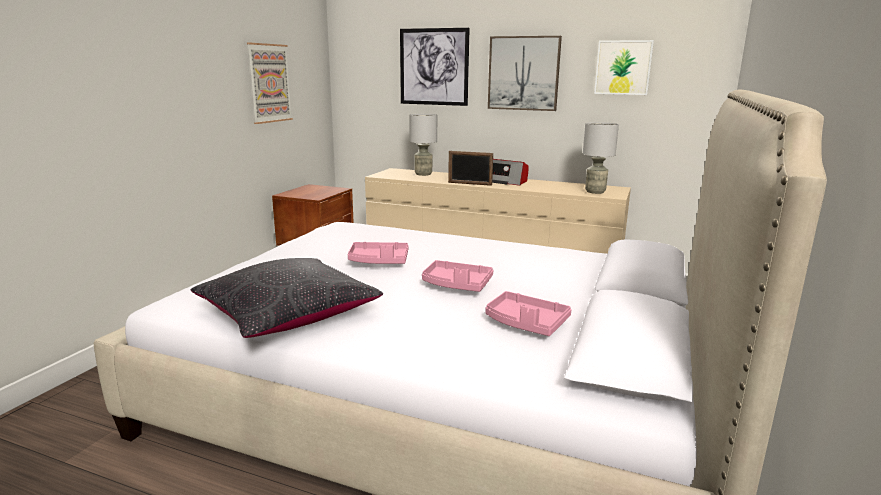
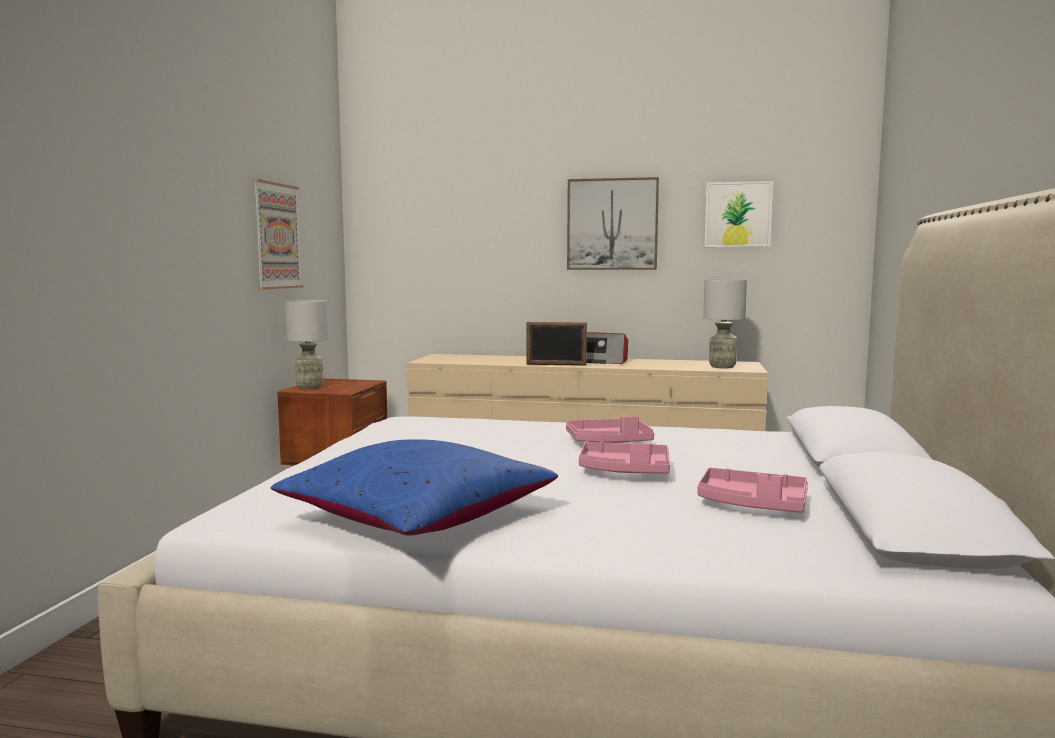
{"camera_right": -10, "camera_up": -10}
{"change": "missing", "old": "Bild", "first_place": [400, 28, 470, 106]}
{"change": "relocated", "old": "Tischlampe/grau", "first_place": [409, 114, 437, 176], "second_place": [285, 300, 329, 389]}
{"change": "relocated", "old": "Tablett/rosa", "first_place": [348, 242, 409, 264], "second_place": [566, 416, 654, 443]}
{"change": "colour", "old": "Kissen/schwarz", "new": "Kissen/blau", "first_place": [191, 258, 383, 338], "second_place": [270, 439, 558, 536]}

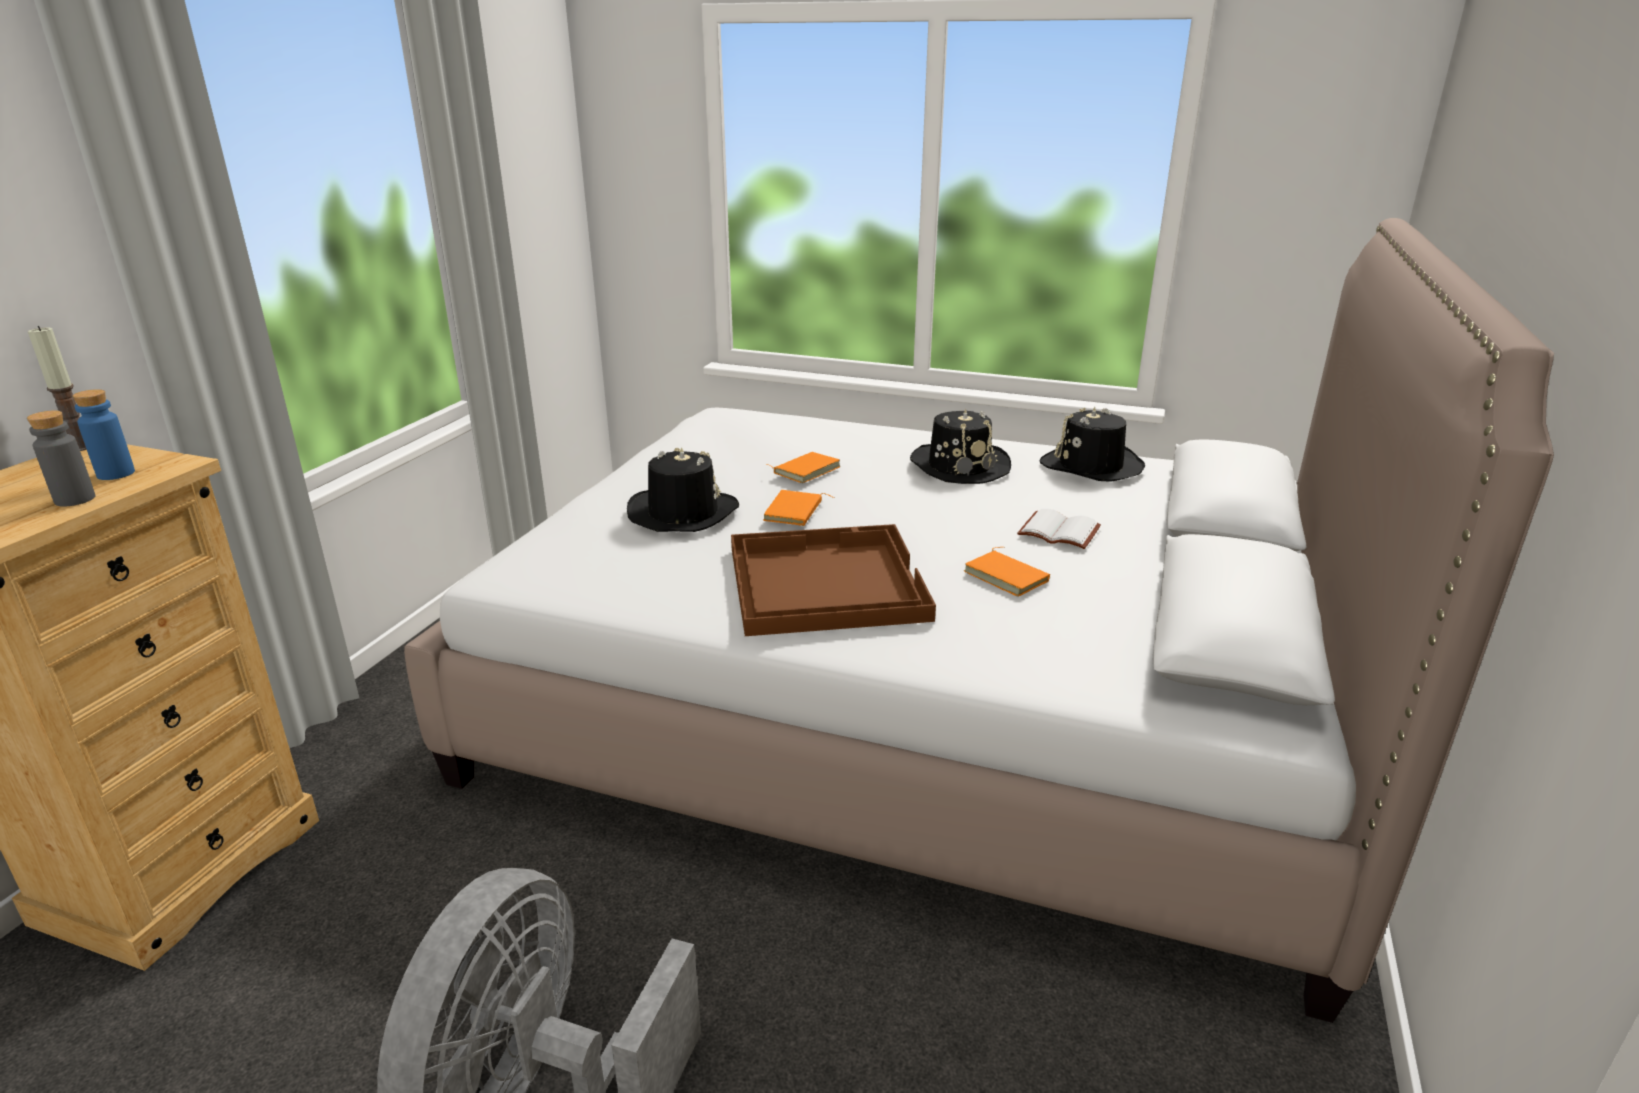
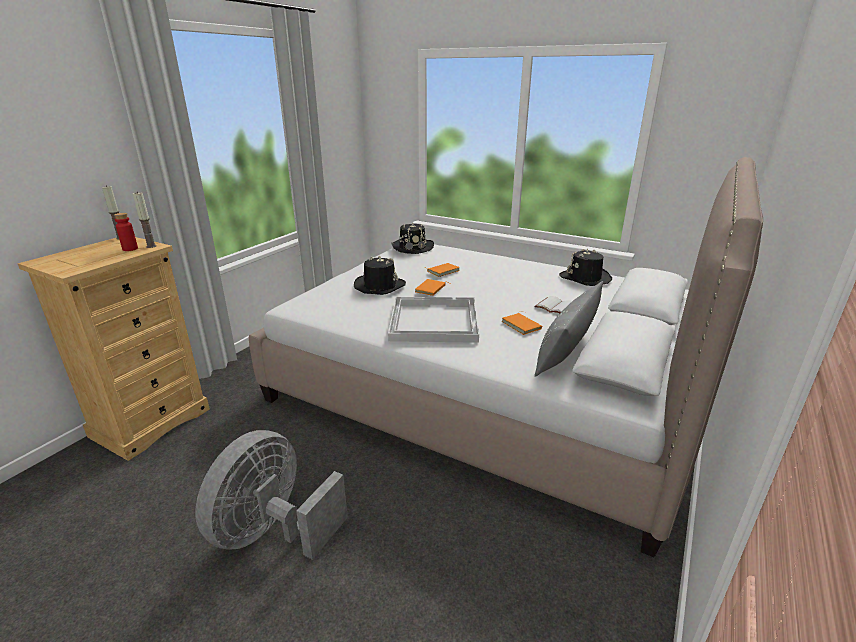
{"camera_right": 10, "camera_up": 0}
{"change": "colour", "old": "Flasche/blau", "new": "Flasche/rot", "first_place": [72, 389, 135, 480], "second_place": [114, 213, 138, 251]}
{"change": "relocated", "old": "Hut/schwarz", "first_place": [910, 409, 1011, 484], "second_place": [391, 222, 434, 254]}
{"change": "missing", "old": "Flasche/grau", "first_place": [27, 410, 96, 507]}
{"change": "colour", "old": "Tablett/braun", "new": "Tablett/weiß", "first_place": [731, 524, 936, 636], "second_place": [388, 297, 479, 343]}
{"change": "appeared", "new": "Kerze", "second_place": [133, 191, 156, 248]}
{"change": "appeared", "new": "Kissen/grau", "second_place": [535, 281, 603, 377]}

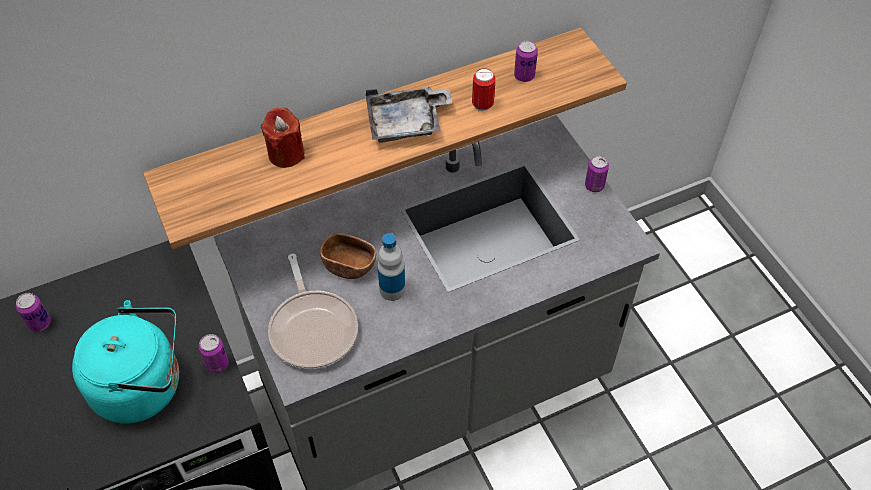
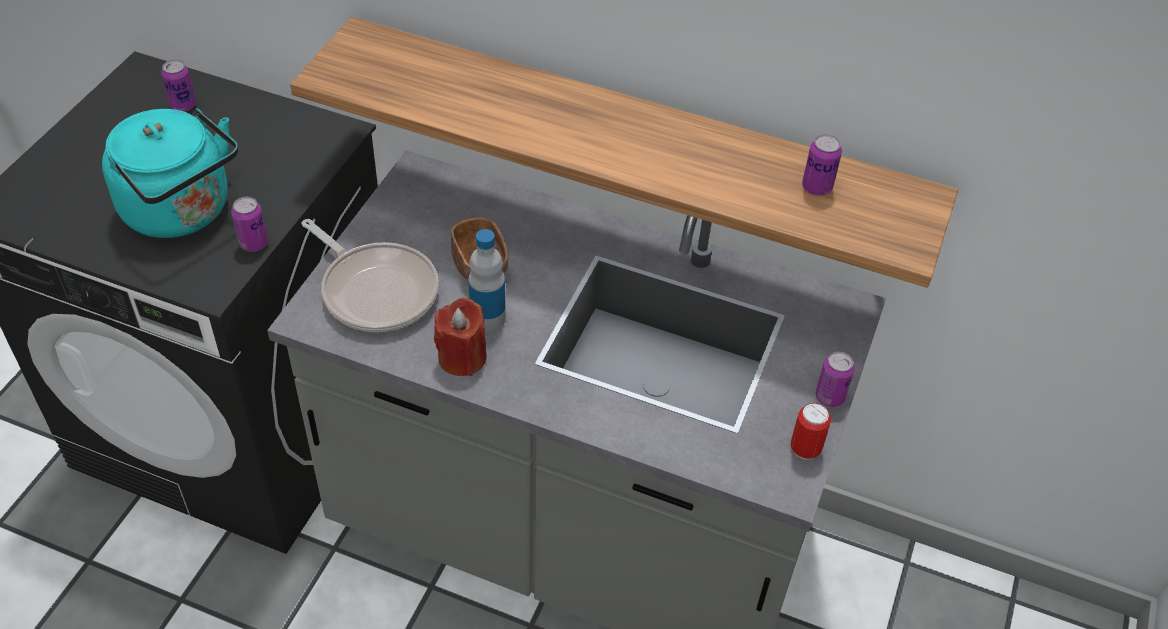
{"camera_right": 45, "camera_up": -5}
{"change": "relocated", "old": "Dose", "first_place": [472, 68, 495, 111], "second_place": [791, 403, 831, 460]}
{"change": "missing", "old": "Tablett/grau", "first_place": [366, 87, 452, 143]}
{"change": "relocated", "old": "Kerze/rot", "first_place": [261, 107, 305, 168], "second_place": [434, 298, 487, 376]}
{"change": "spun", "old": "Pfanne", "first_place": [268, 254, 358, 369], "second_place": [301, 219, 439, 332], "degrees": -75}

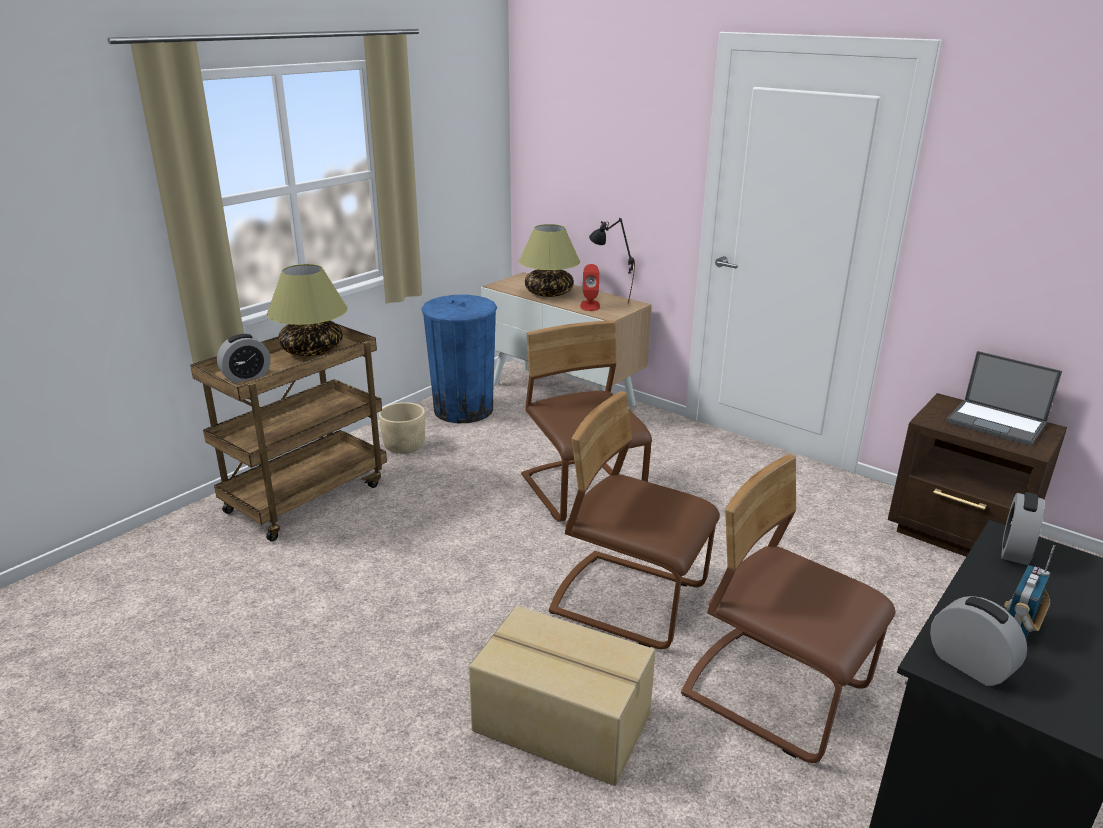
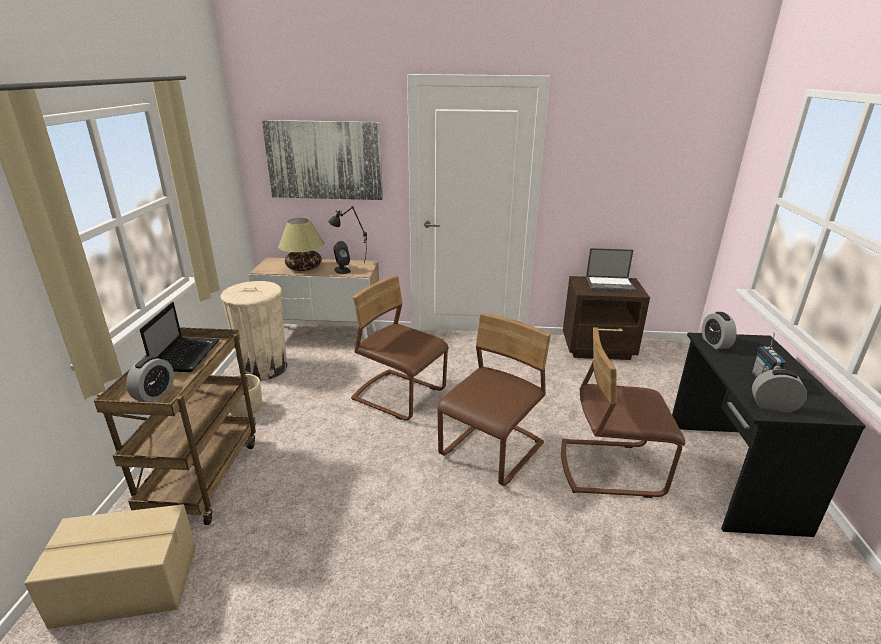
{"camera_right": -35, "camera_up": 0}
{"change": "exchanged", "old": "Tischlampe", "new": "Laptop", "first_place": [267, 264, 348, 356], "second_place": [140, 302, 220, 372]}
{"change": "colour", "old": "Lautsprecher/rot", "new": "Lautsprecher/schwarz", "first_place": [580, 264, 600, 311], "second_place": [333, 241, 351, 274]}
{"change": "colour", "old": "Mülleimer/blau", "new": "Mülleimer/beige", "first_place": [421, 295, 497, 423], "second_place": [220, 281, 287, 381]}
{"change": "spun", "old": "Stuhl/braun", "first_place": [549, 391, 720, 649], "second_place": [437, 313, 551, 486], "degrees": 135}
{"change": "relocated", "old": "Karton", "first_place": [469, 606, 655, 786], "second_place": [24, 504, 196, 629]}
{"change": "appeared", "new": "Bild", "second_place": [262, 120, 383, 200]}

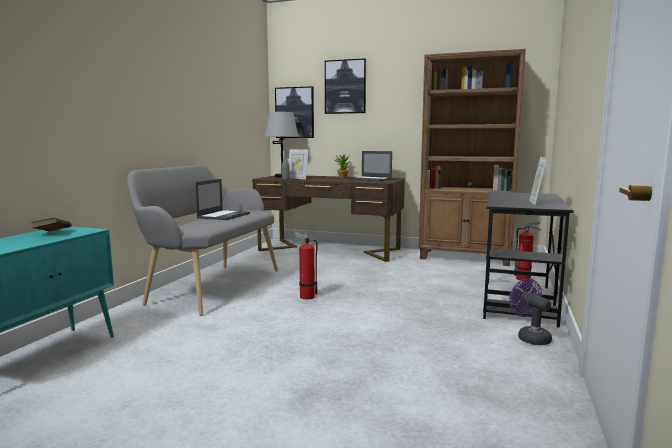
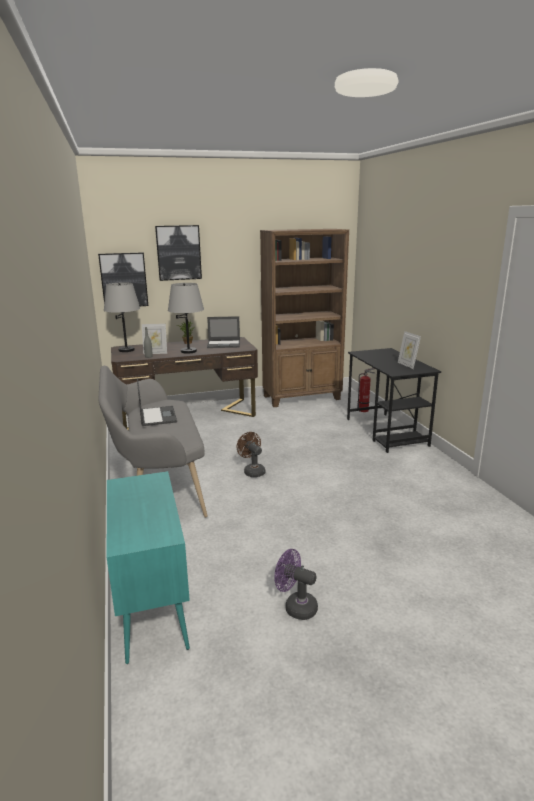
{"camera_right": -35, "camera_up": 10}
{"change": "missing", "old": "Buch/braun", "first_place": [31, 218, 72, 231]}
{"change": "exchanged", "old": "Feuerlöscher", "new": "Ventilator/braun", "first_place": [292, 231, 318, 299], "second_place": [236, 432, 265, 477]}
{"change": "relocated", "old": "Ventilator/lila", "first_place": [509, 278, 552, 345], "second_place": [274, 549, 318, 620]}
{"change": "appeared", "new": "Tischlampe/grau", "second_place": [168, 283, 204, 354]}

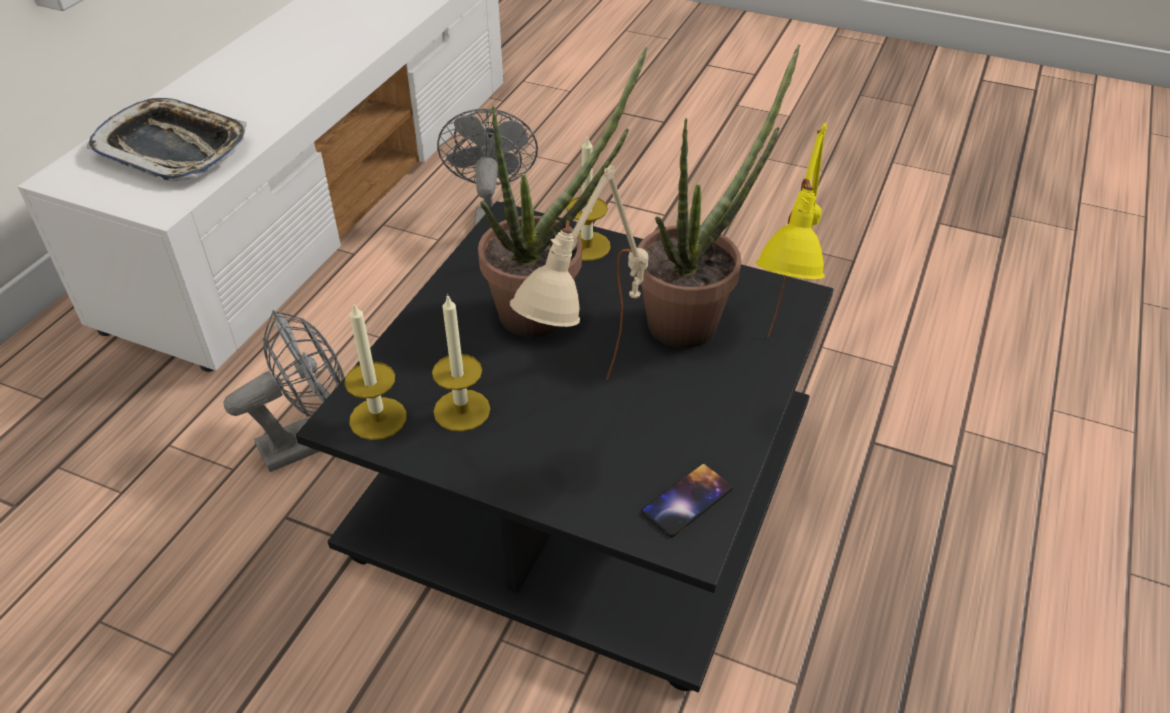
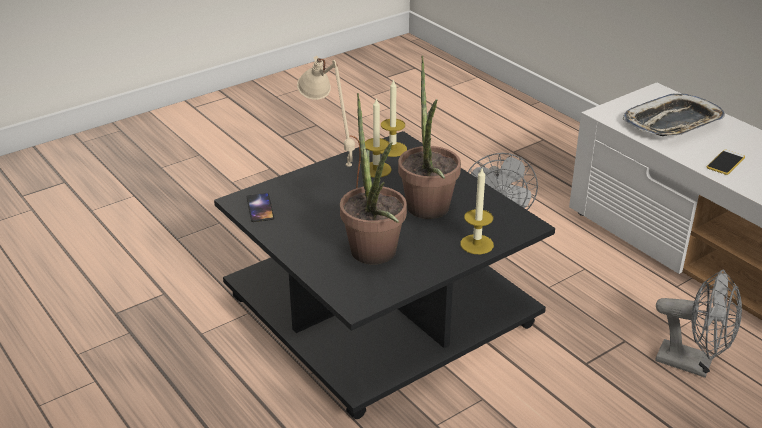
{"camera_right": 120, "camera_up": -10}
{"change": "missing", "old": "Tischlampe/gelb", "first_place": [756, 123, 827, 338]}
{"change": "appeared", "new": "Handy", "second_place": [707, 149, 745, 175]}

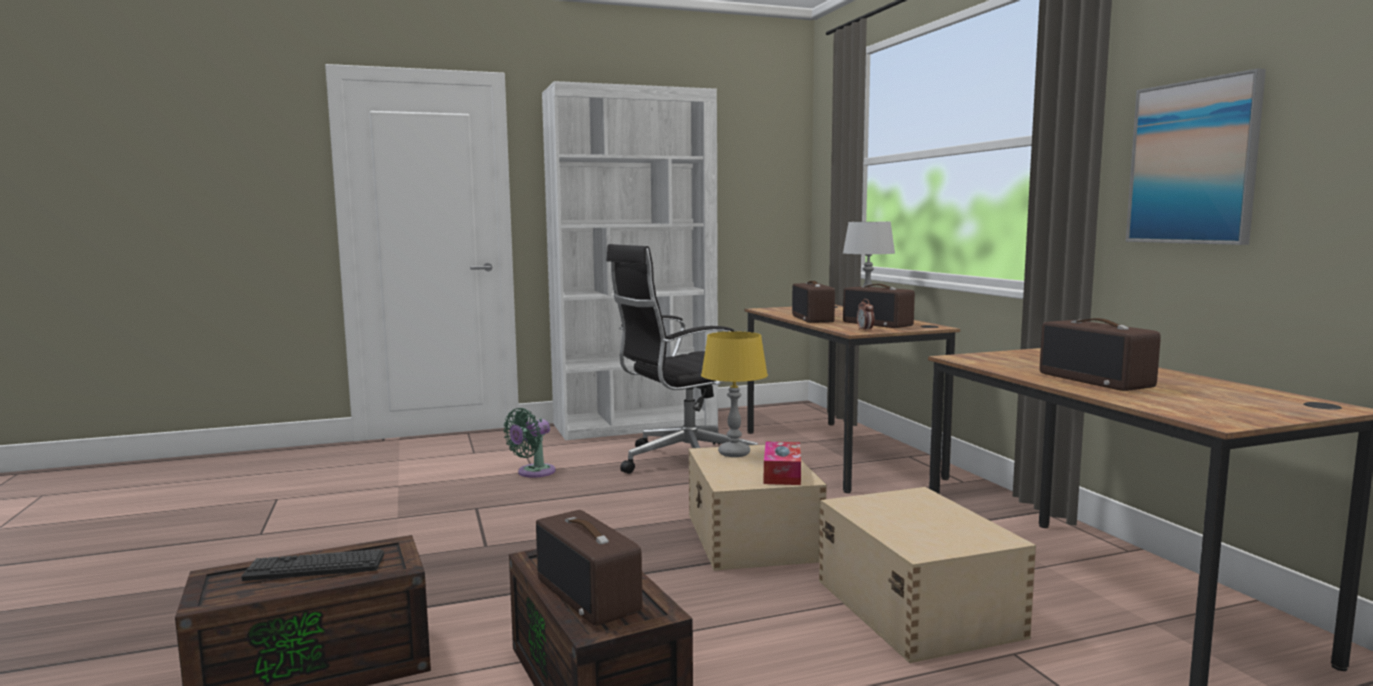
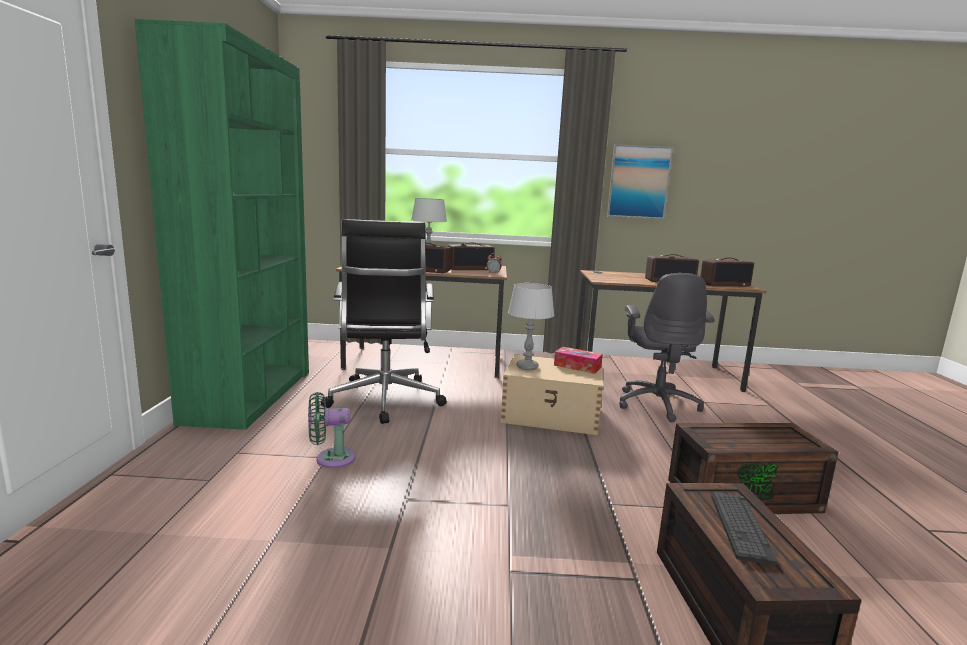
{"camera_right": -70, "camera_up": 5}
{"change": "colour", "old": "Bücherregal/weiß", "new": "Bücherregal/grün", "first_place": [542, 81, 718, 440], "second_place": [134, 19, 309, 430]}
{"change": "colour", "old": "Tischlampe/gelb", "new": "Tischlampe/grau", "first_place": [701, 331, 768, 457], "second_place": [508, 283, 554, 370]}
{"change": "spun", "old": "Ventilator/grün", "first_place": [503, 408, 555, 478], "second_place": [308, 392, 355, 468], "degrees": 105}
{"change": "exchanged", "old": "Aufbewahrungsbox/beige", "new": "Bürostuhl/grau", "first_place": [819, 487, 1036, 663], "second_place": [619, 273, 715, 422]}
{"change": "relocated", "old": "Radio", "first_place": [536, 510, 642, 626], "second_place": [700, 257, 754, 287]}

